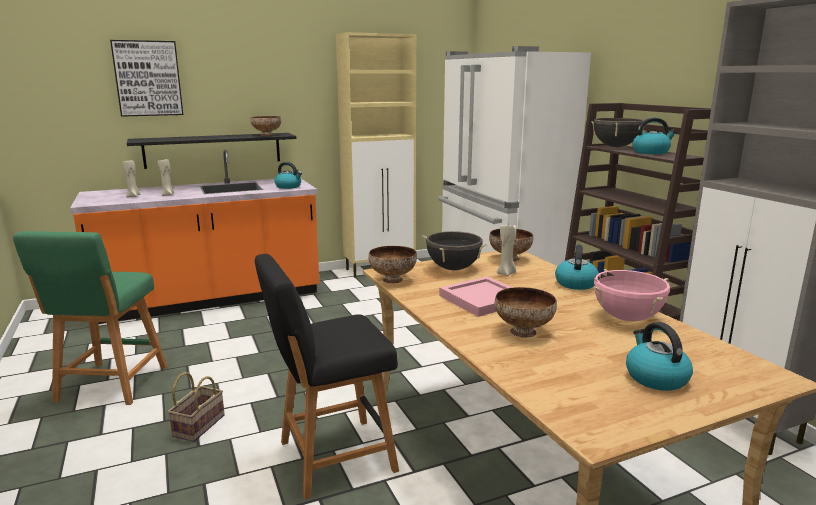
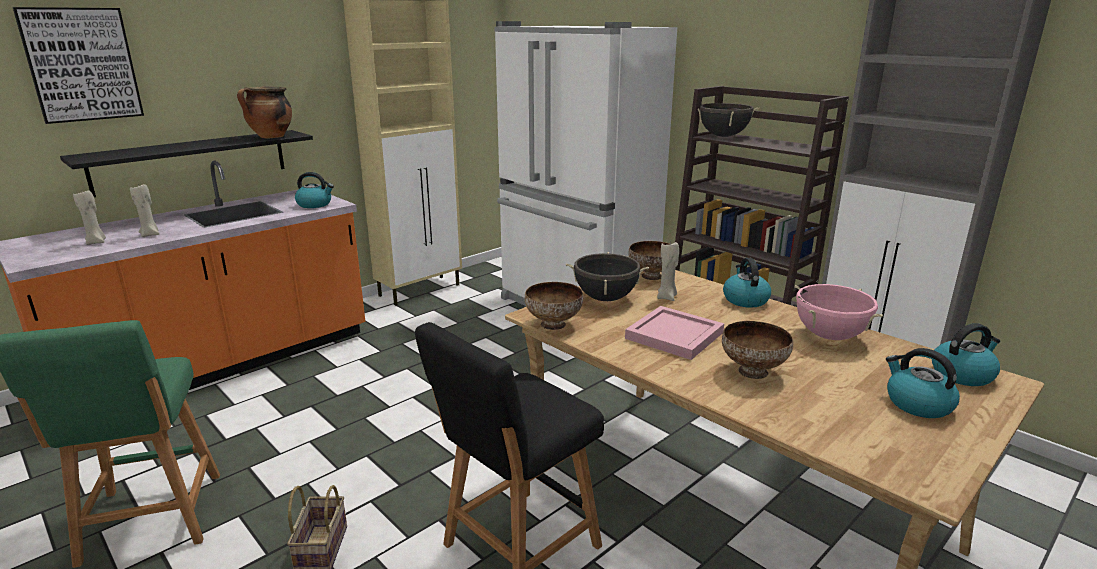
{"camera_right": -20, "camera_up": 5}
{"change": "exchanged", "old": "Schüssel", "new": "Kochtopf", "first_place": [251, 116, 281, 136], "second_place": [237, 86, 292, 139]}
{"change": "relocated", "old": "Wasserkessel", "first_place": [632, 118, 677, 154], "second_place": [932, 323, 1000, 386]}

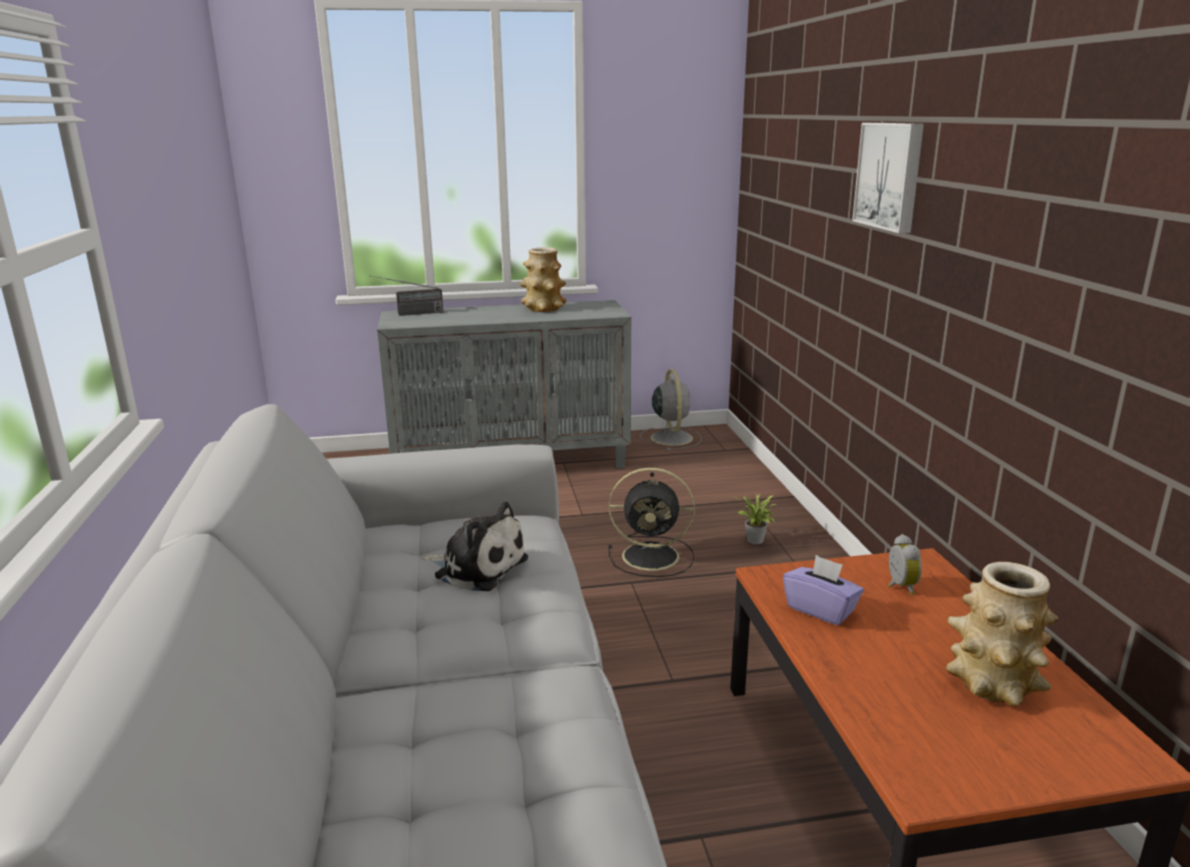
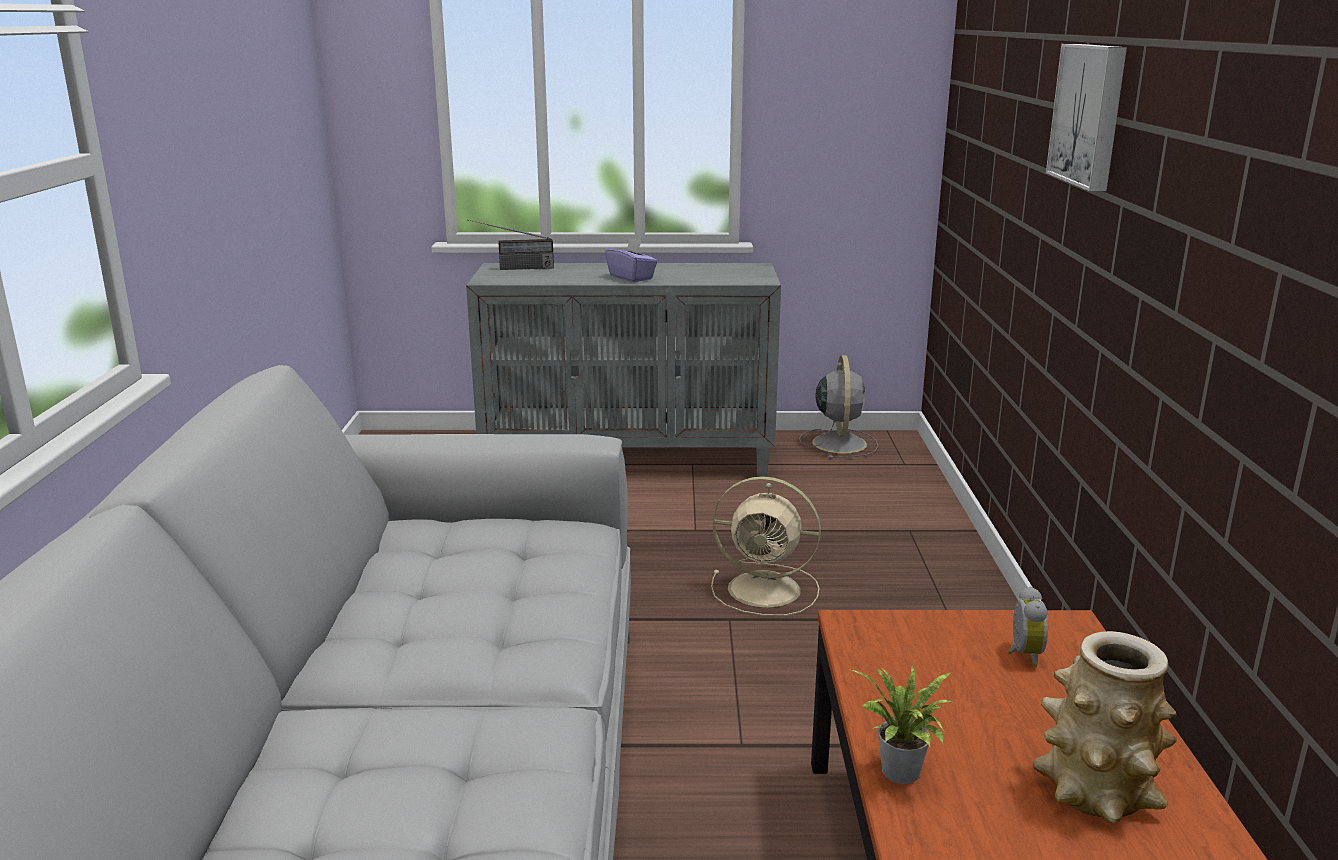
{"camera_right": 10, "camera_up": 0}
{"change": "missing", "old": "Vase", "first_place": [520, 247, 567, 312]}
{"change": "colour", "old": "Ventilator/schwarz", "new": "Ventilator/beige", "first_place": [608, 468, 695, 577], "second_place": [711, 476, 821, 616]}
{"change": "relocated", "old": "Topfpflanze", "first_place": [733, 494, 776, 544], "second_place": [848, 665, 952, 784]}
{"change": "missing", "old": "Plüschtier", "first_place": [422, 502, 528, 591]}
{"change": "relocated", "old": "Taschentuchbox/lila", "first_place": [783, 555, 864, 625], "second_place": [605, 238, 658, 282]}

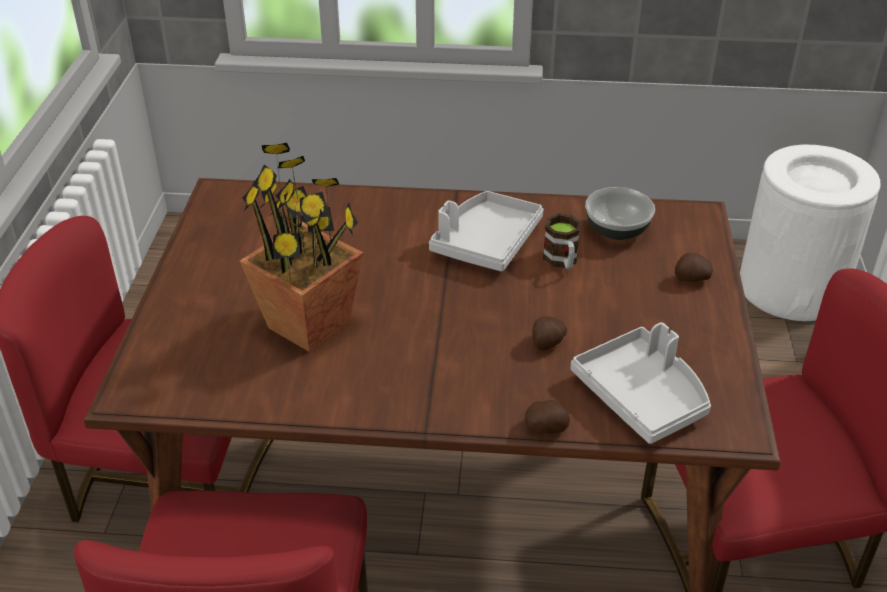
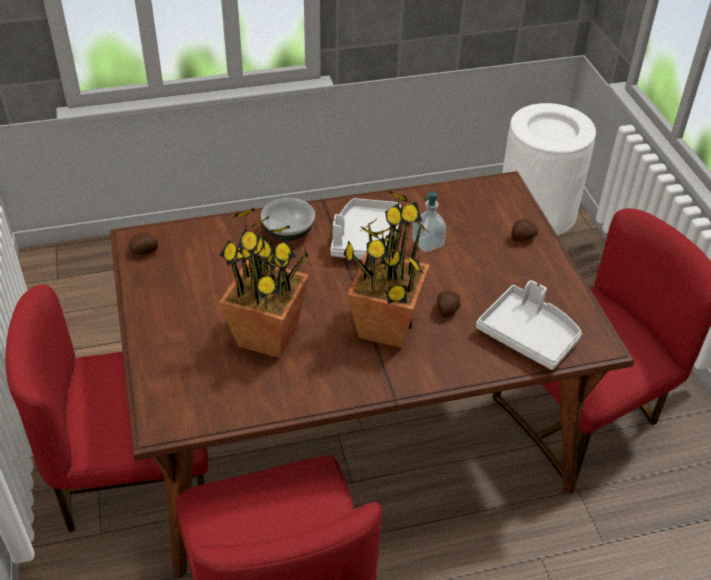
{"camera_right": -20, "camera_up": 5}
{"change": "relocated", "old": "Schüssel", "first_place": [585, 187, 655, 240], "second_place": [261, 198, 315, 241]}
{"change": "exchanged", "old": "Henkelbecher", "new": "Seifenspender", "first_place": [543, 213, 581, 270], "second_place": [412, 191, 446, 252]}
{"change": "relocated", "old": "Kartoffel", "first_place": [525, 400, 570, 434], "second_place": [129, 233, 158, 254]}
{"change": "appeared", "new": "Topfpflanze", "second_place": [343, 191, 430, 348]}

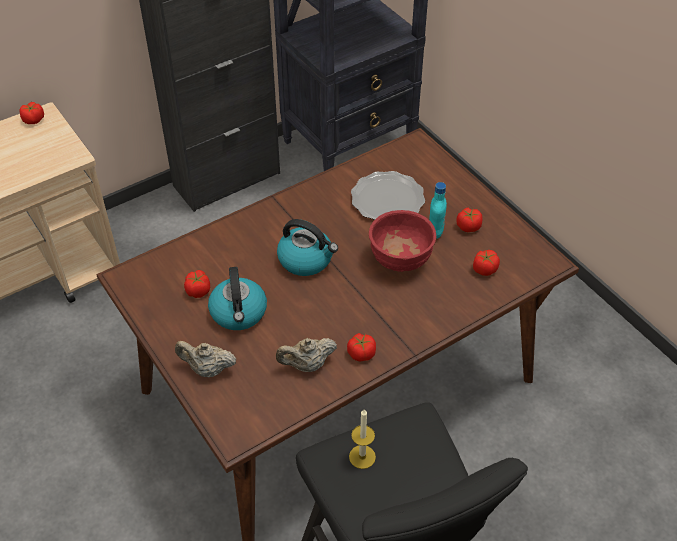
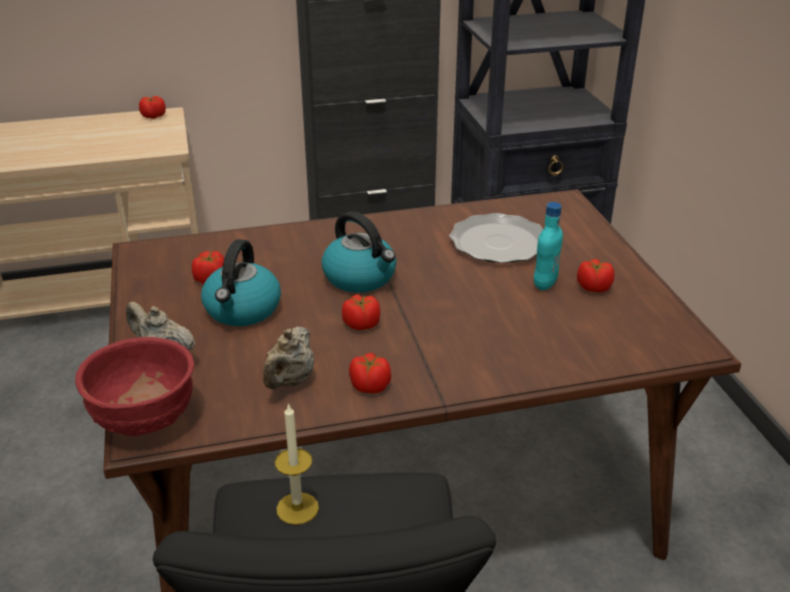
{"camera_right": 20, "camera_up": -15}
{"change": "relocated", "old": "Schüssel/rot", "first_place": [369, 210, 437, 272], "second_place": [75, 337, 194, 436]}
{"change": "relocated", "old": "Tomate", "first_place": [473, 250, 500, 276], "second_place": [342, 294, 380, 330]}
{"change": "spun", "old": "Teekanne/beige", "first_place": [276, 338, 337, 372], "second_place": [263, 326, 314, 390], "degrees": -75}

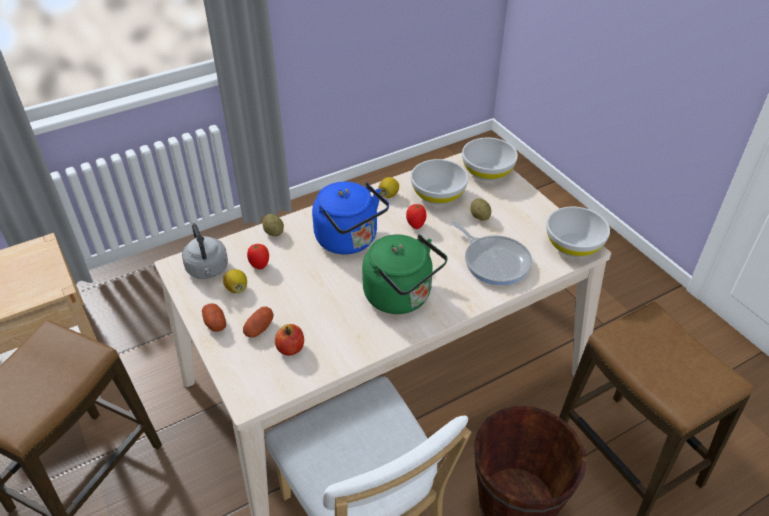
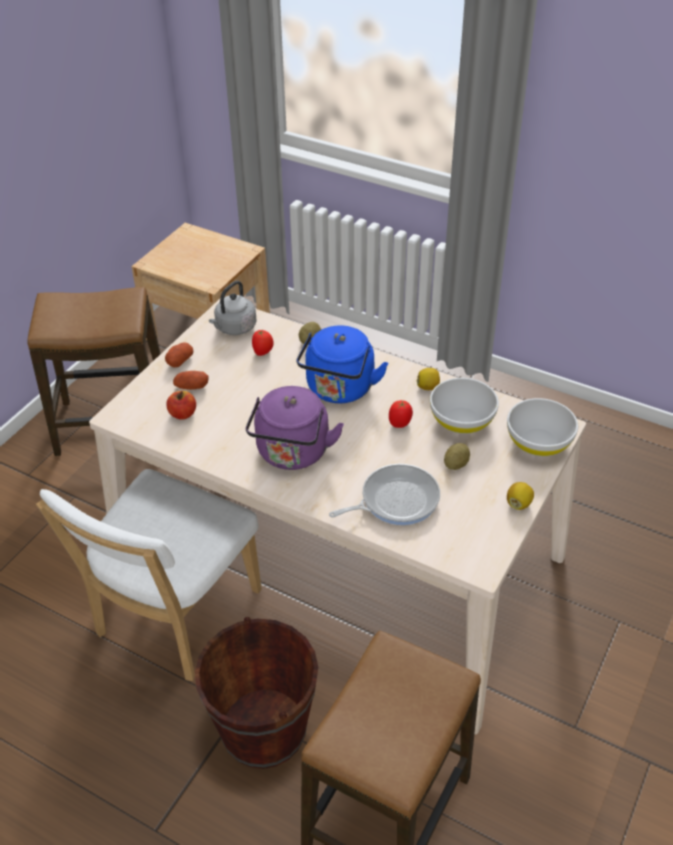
{"camera_right": 60, "camera_up": 0}
{"change": "missing", "old": "Schüssel/weiß", "first_place": [546, 206, 610, 257]}
{"change": "spun", "old": "Pfanne", "first_place": [451, 221, 532, 285], "second_place": [329, 464, 440, 525], "degrees": -135}
{"change": "colour", "old": "Wasserkessel/grün", "new": "Wasserkessel/lila", "first_place": [362, 234, 448, 314], "second_place": [246, 386, 344, 470]}
{"change": "relocated", "old": "Zitrone", "first_place": [223, 269, 247, 293], "second_place": [507, 482, 534, 510]}

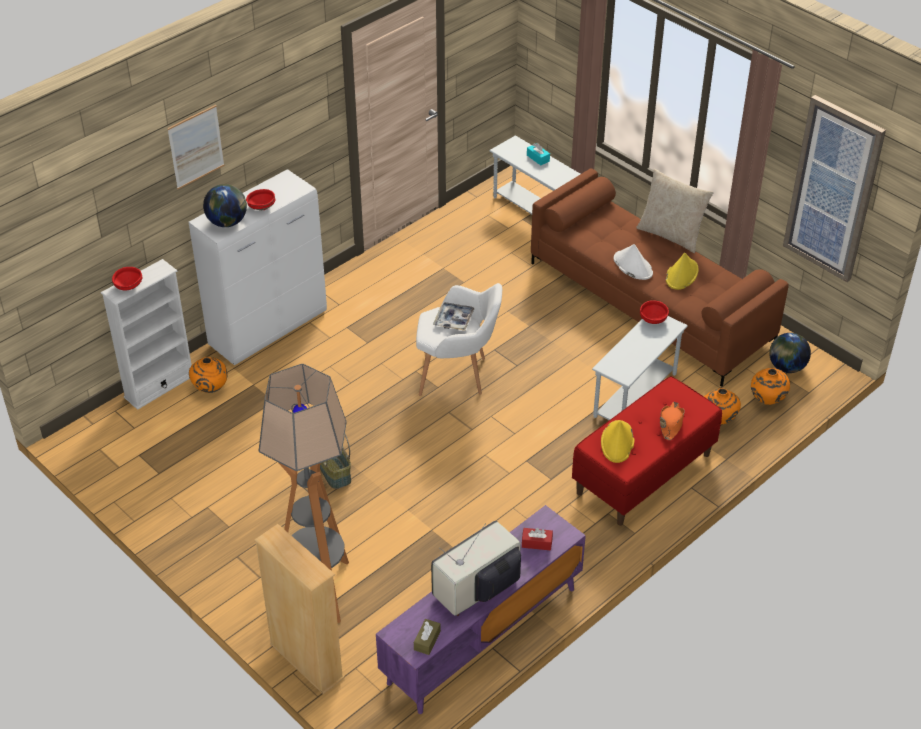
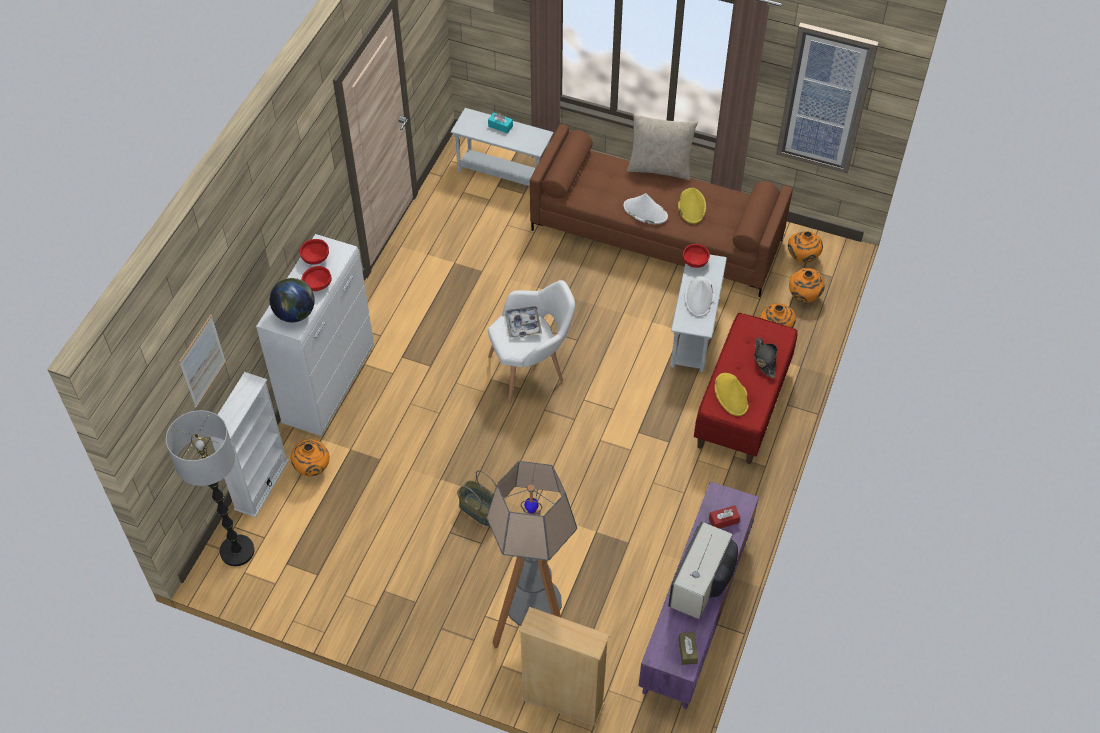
{"camera_right": -25, "camera_up": 10}
{"change": "relocated", "old": "Bild", "first_place": [167, 105, 225, 189], "second_place": [179, 314, 226, 408]}
{"change": "relocated", "old": "Schüssel/rot", "first_place": [112, 267, 142, 291], "second_place": [300, 239, 329, 265]}
{"change": "exchanged", "old": "Globus", "new": "Vase/orange", "first_place": [769, 333, 811, 373], "second_place": [788, 231, 823, 263]}
{"change": "colour", "old": "Hut/orange", "new": "Hut/schwarz", "first_place": [660, 402, 685, 440], "second_place": [755, 338, 777, 378]}
{"change": "appeared", "new": "Hut/weiß", "second_place": [684, 277, 714, 317]}
{"change": "appeared", "new": "Stehlampe", "second_place": [166, 410, 255, 566]}

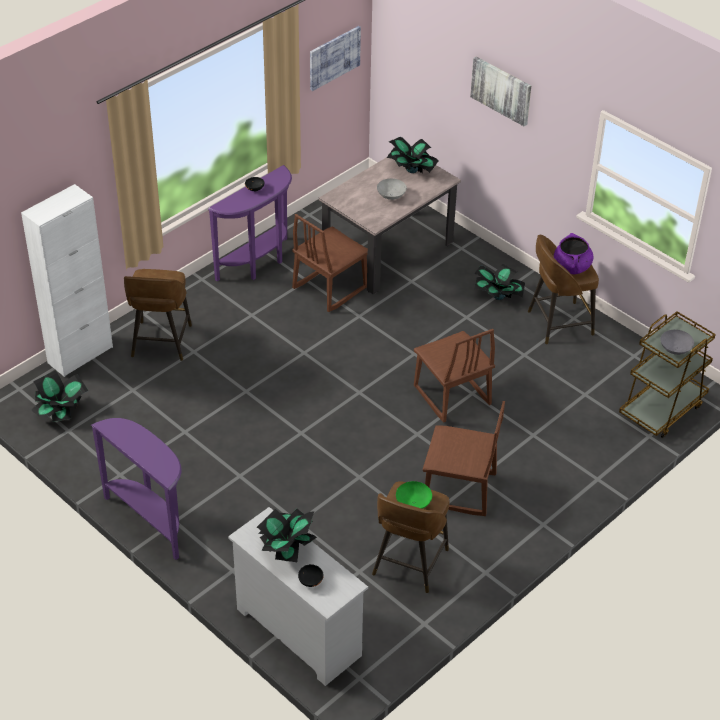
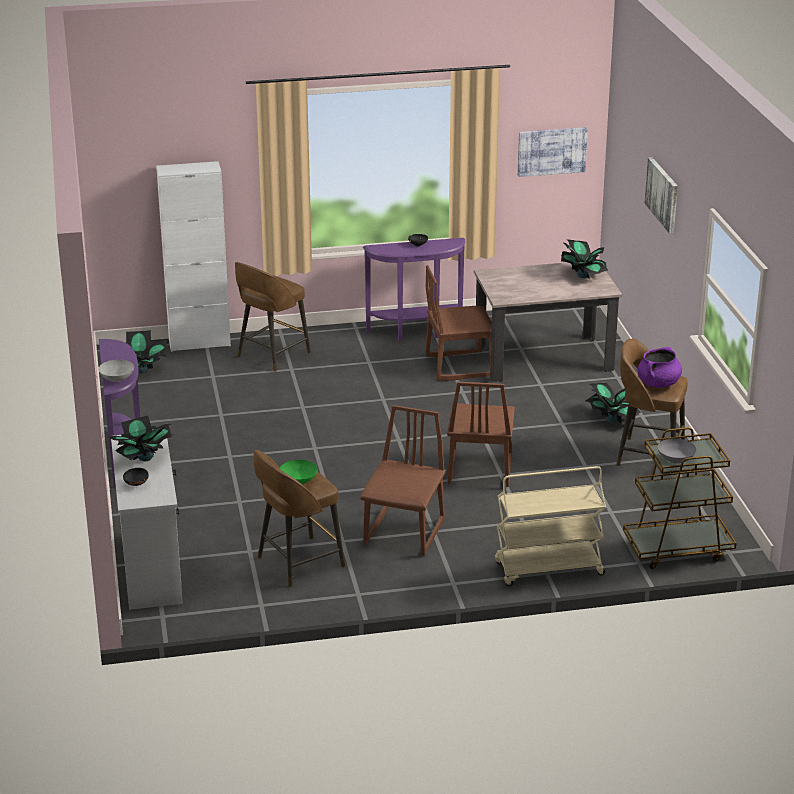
{"camera_right": 35, "camera_up": -15}
{"change": "relocated", "old": "Schüssel/grau", "first_place": [377, 178, 407, 200], "second_place": [98, 359, 134, 382]}
{"change": "spun", "old": "Stuhl/braun", "first_place": [422, 401, 505, 516], "second_place": [360, 405, 446, 556], "degrees": -120}
{"change": "appeared", "new": "Rollwagen/beige", "second_place": [495, 466, 606, 586]}

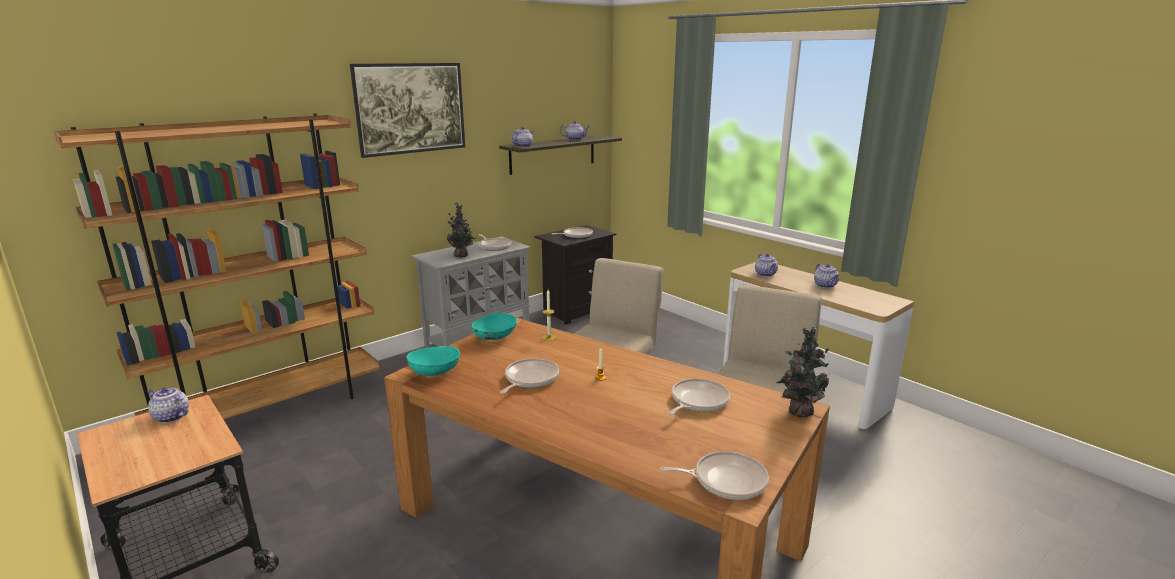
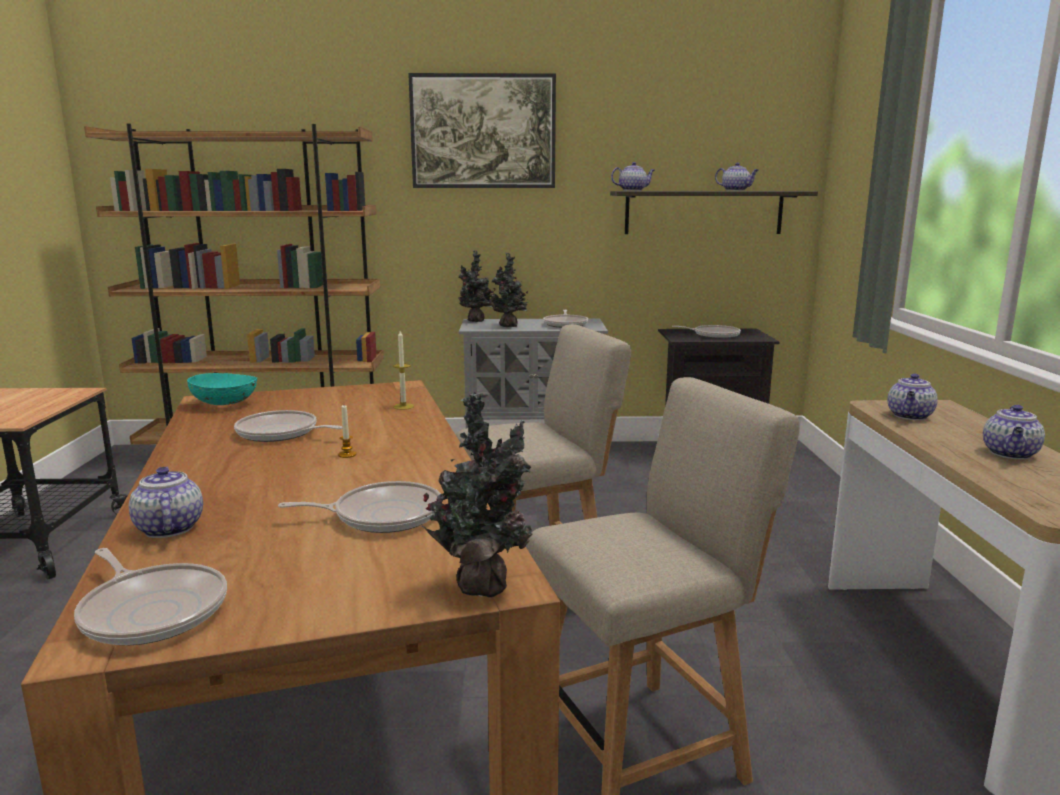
{"camera_right": 40, "camera_up": -5}
{"change": "missing", "old": "Schüssel/türkis", "first_place": [471, 313, 517, 340]}
{"change": "spun", "old": "Pfanne", "first_place": [500, 358, 559, 394], "second_place": [234, 410, 343, 442], "degrees": -135}
{"change": "relocated", "old": "Teekanne", "first_place": [147, 387, 189, 423], "second_place": [129, 467, 203, 538]}
{"change": "appeared", "new": "Topfpflanze", "second_place": [458, 250, 495, 322]}

